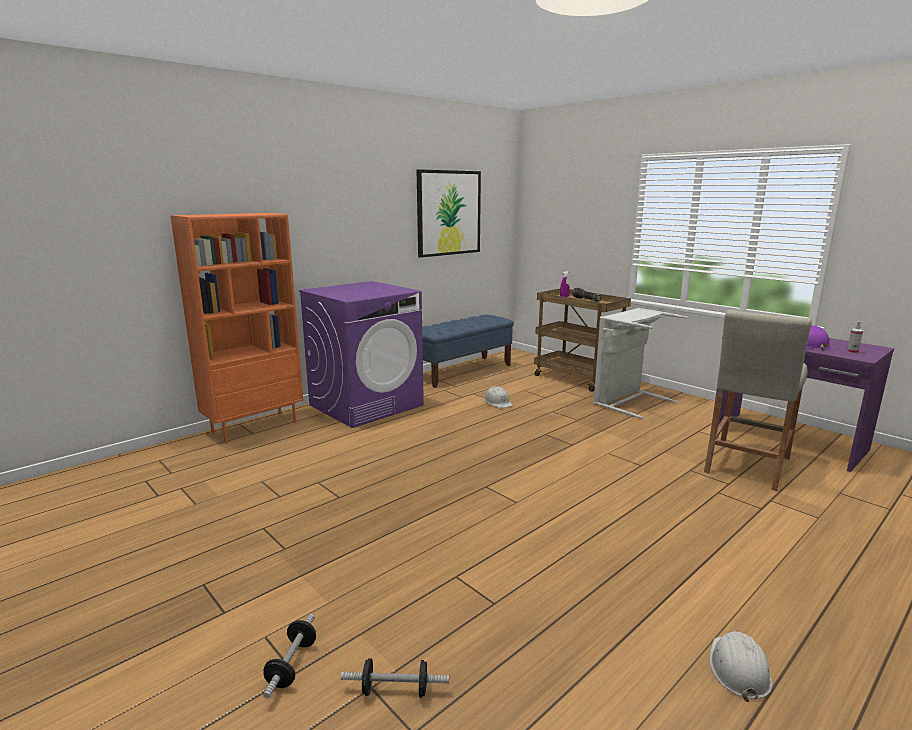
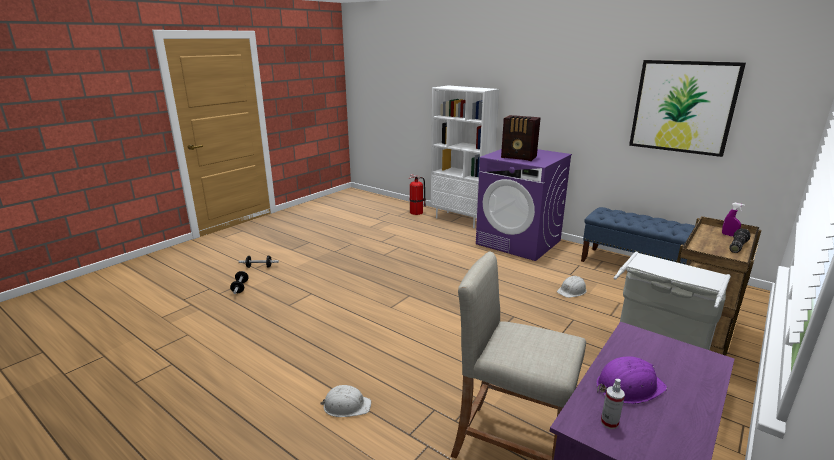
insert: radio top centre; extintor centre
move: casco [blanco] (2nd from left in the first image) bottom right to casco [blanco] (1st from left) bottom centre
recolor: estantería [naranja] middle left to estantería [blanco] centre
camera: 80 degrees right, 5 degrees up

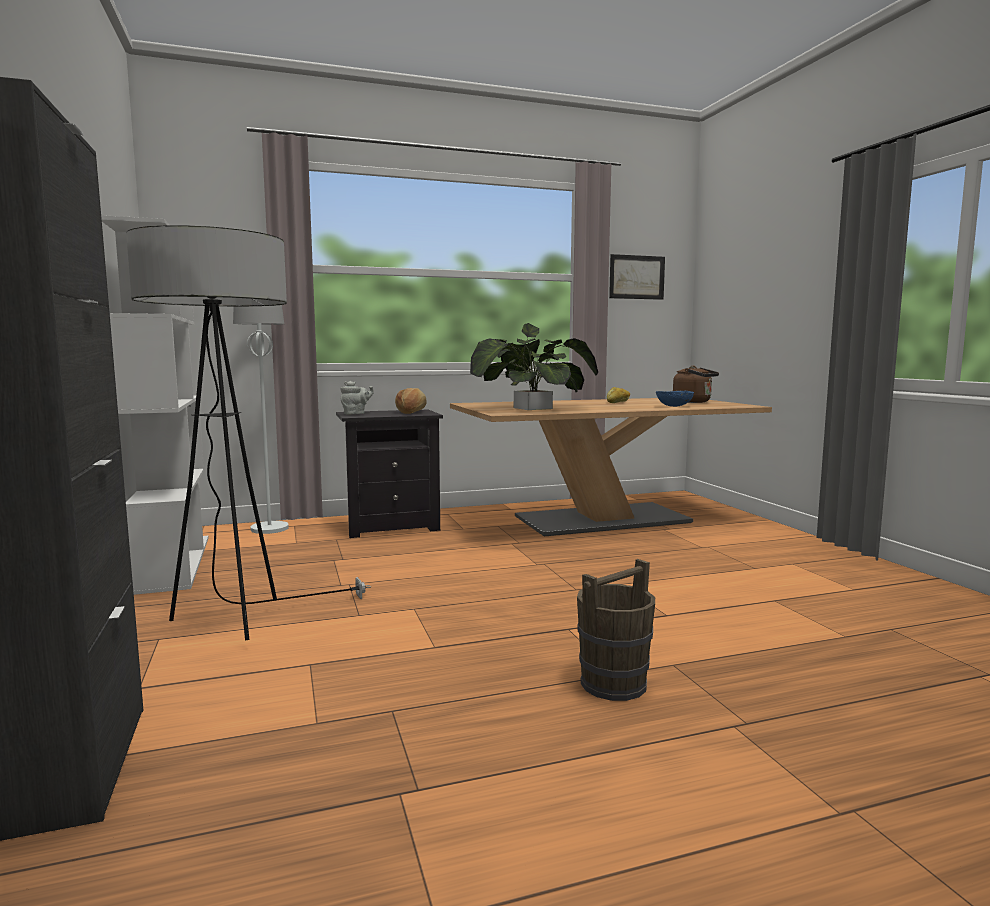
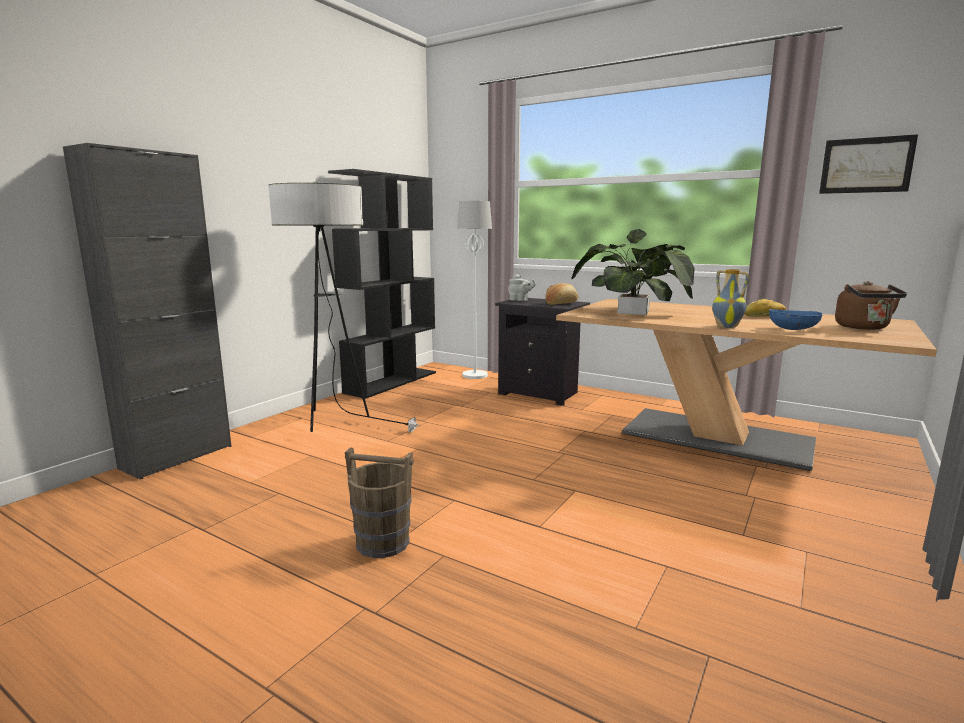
insert: florero middle right
recolor: estantería [blanco] middle left to estantería [negro] centre
camera: 50 degrees right, 5 degrees up

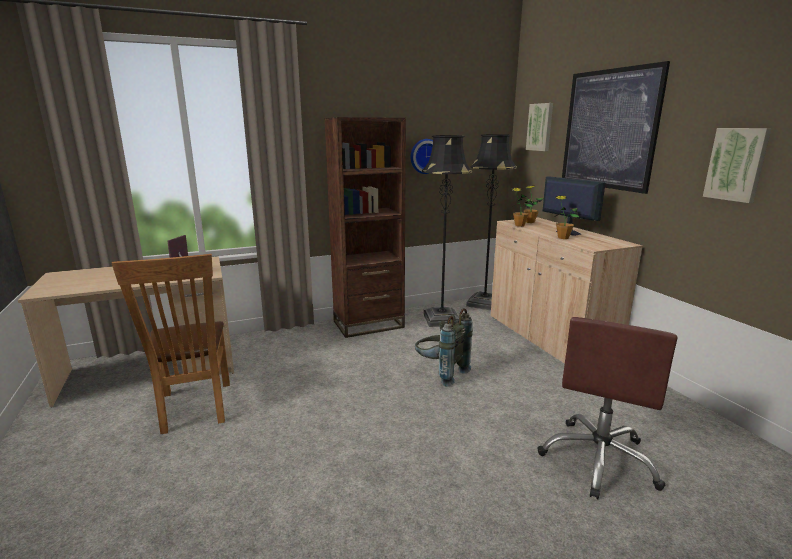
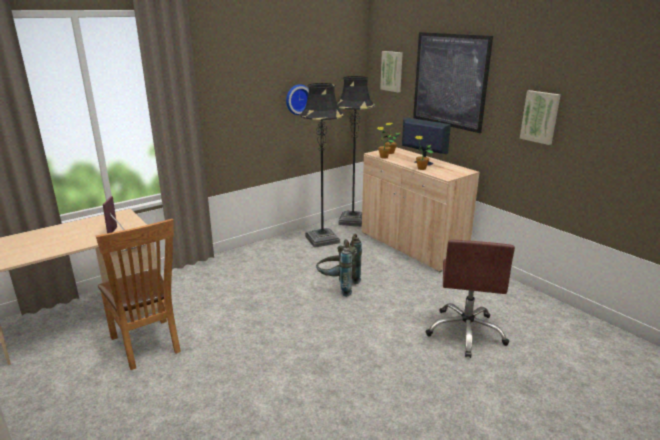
delete: estantería [marrón] centre
camera: 15 degrees left, 5 degrees up

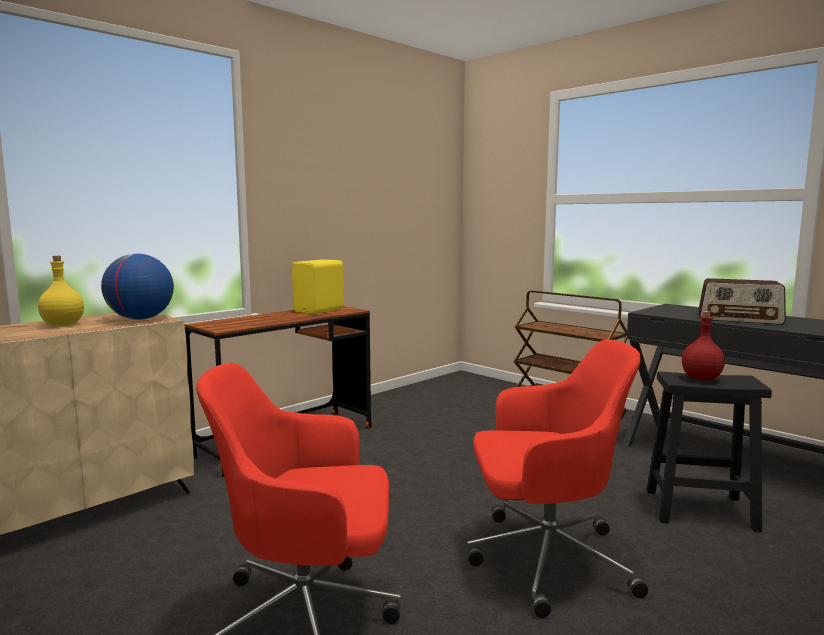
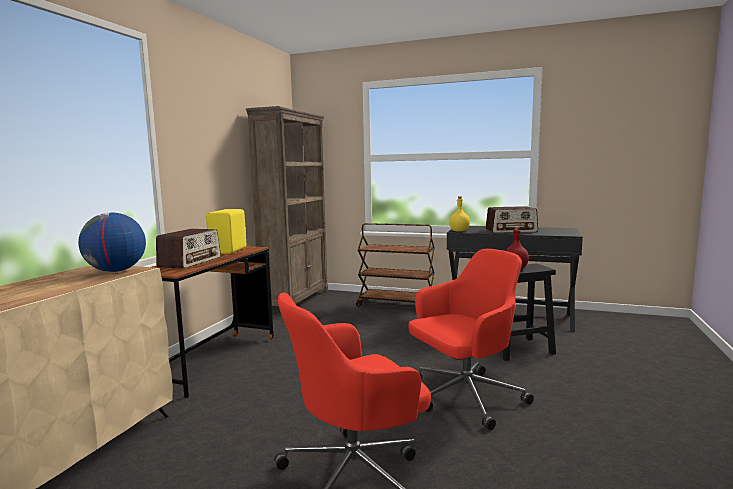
insert: estantería [marrón] centre; radio (1st from left) middle left
move: botella [amarillo] middle left to centre
camera: 25 degrees left, 0 degrees up

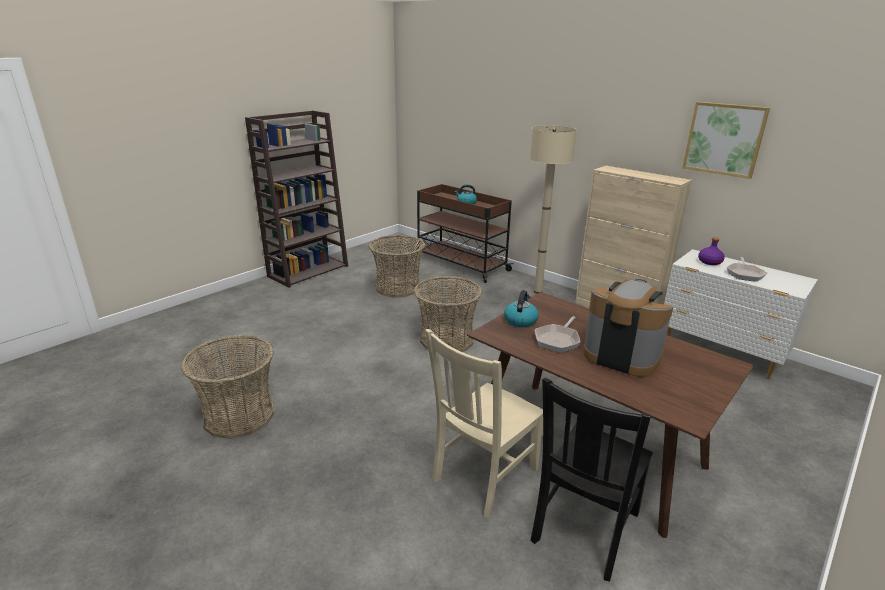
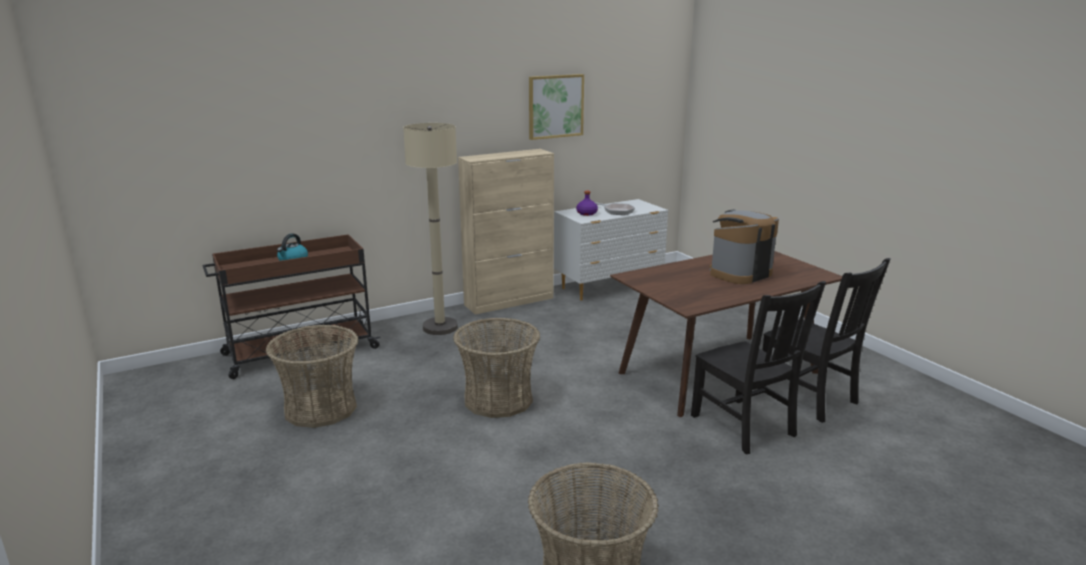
delete: estantería [marrón] centre; hervidor (2nd from left) centre; sartén (1st from left) centre
recolor: silla [beis] bottom centre to silla [negro] (1st from left) middle right
camera: 70 degrees left, 5 degrees down

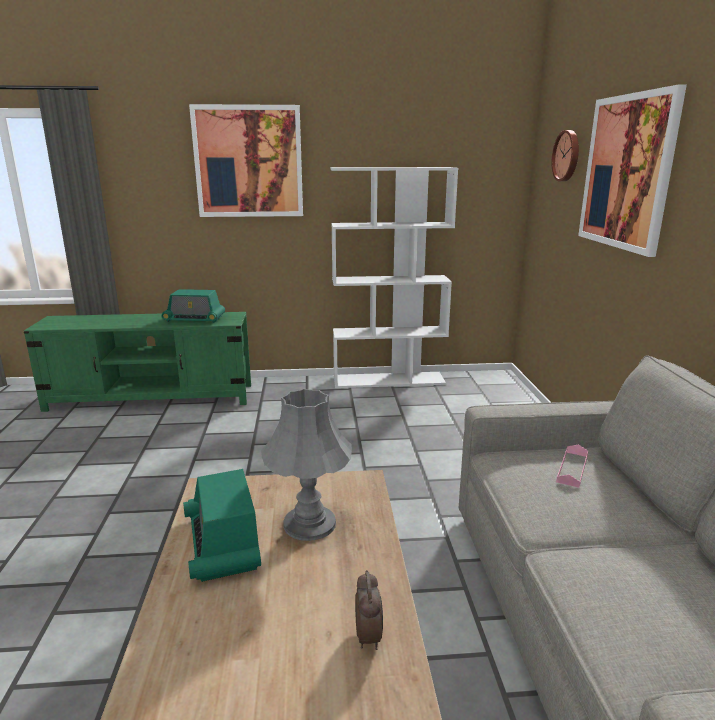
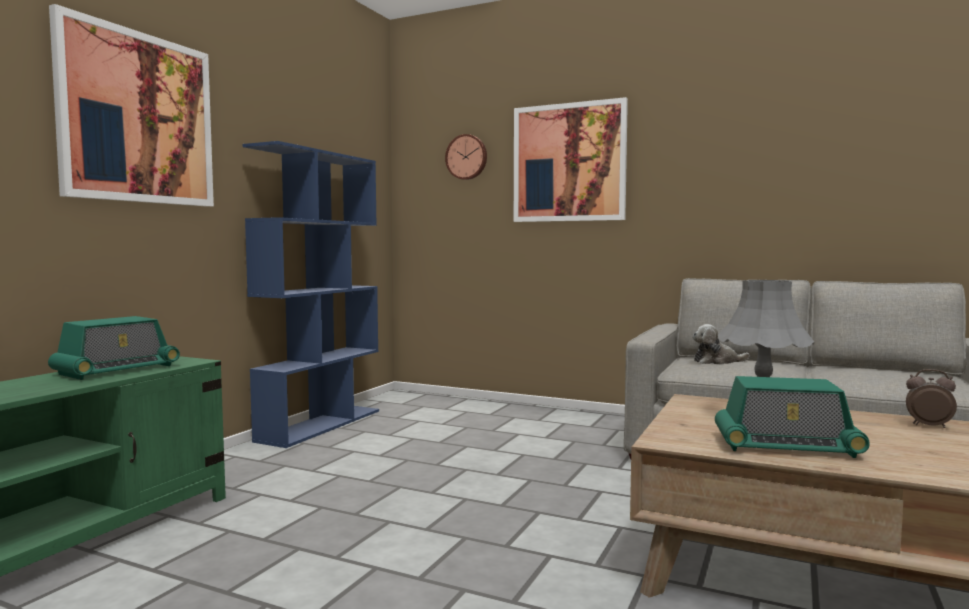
replace: bandeja [rosa] middle right to peluche middle right
recolor: estantería [blanco] centre to estantería [azul] middle left
camera: 60 degrees left, 15 degrees down

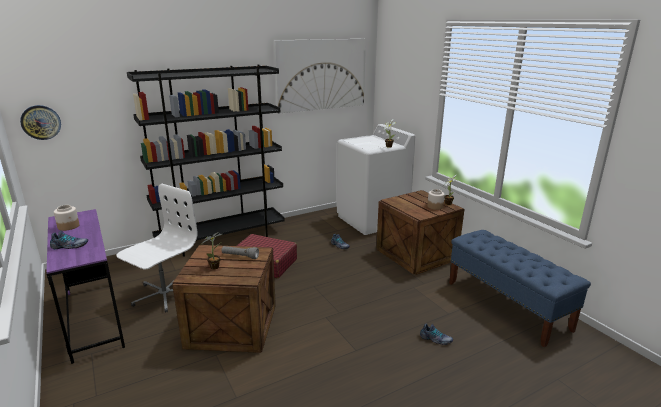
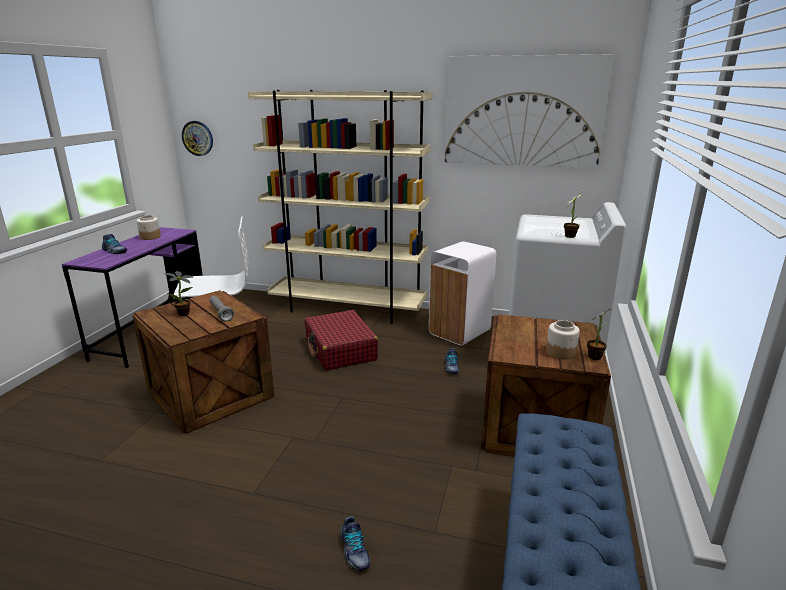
insert: papelera [blanco] centre
recolor: estantería [negro] middle left to estantería [beis] centre
camera: 45 degrees right, 0 degrees up

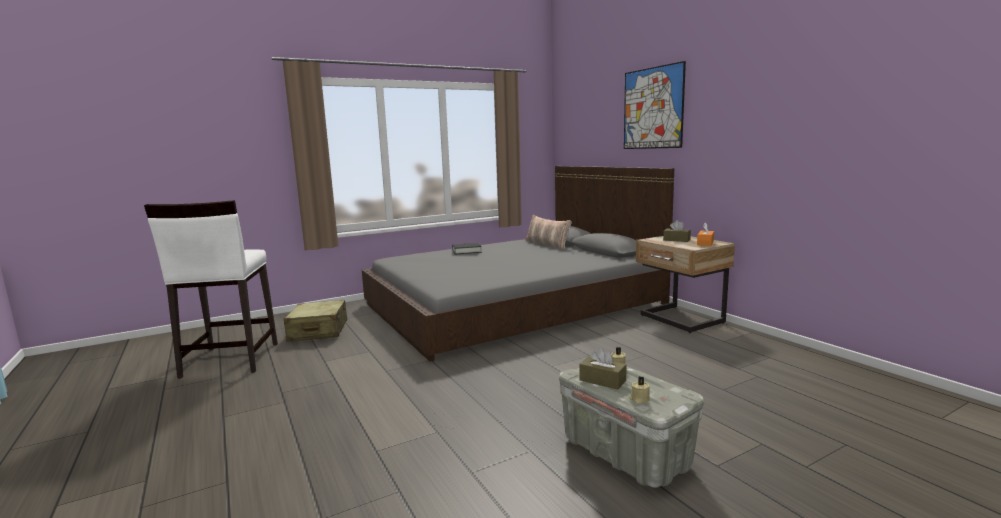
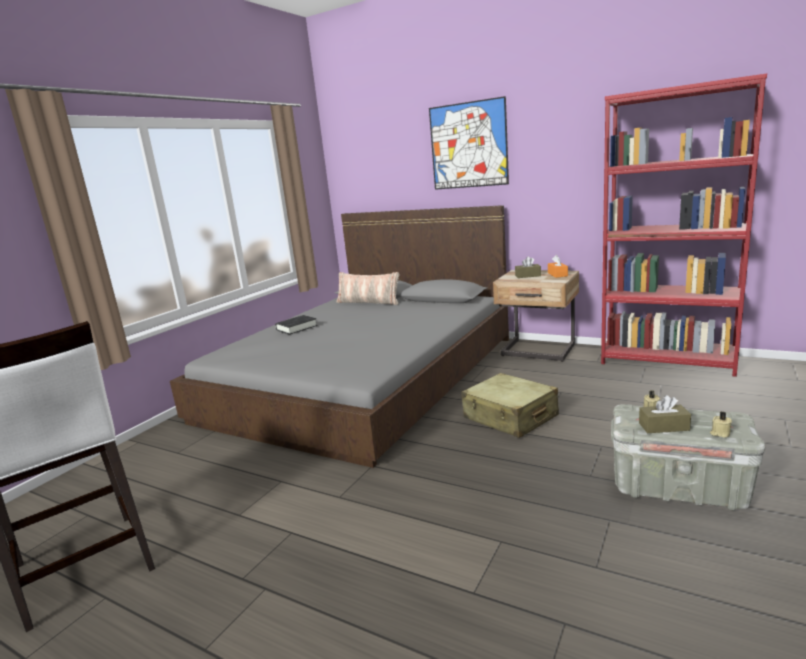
insert: estantería [rojo] middle right
move: maleta [beis] middle left to centre
camera: 30 degrees left, 5 degrees up

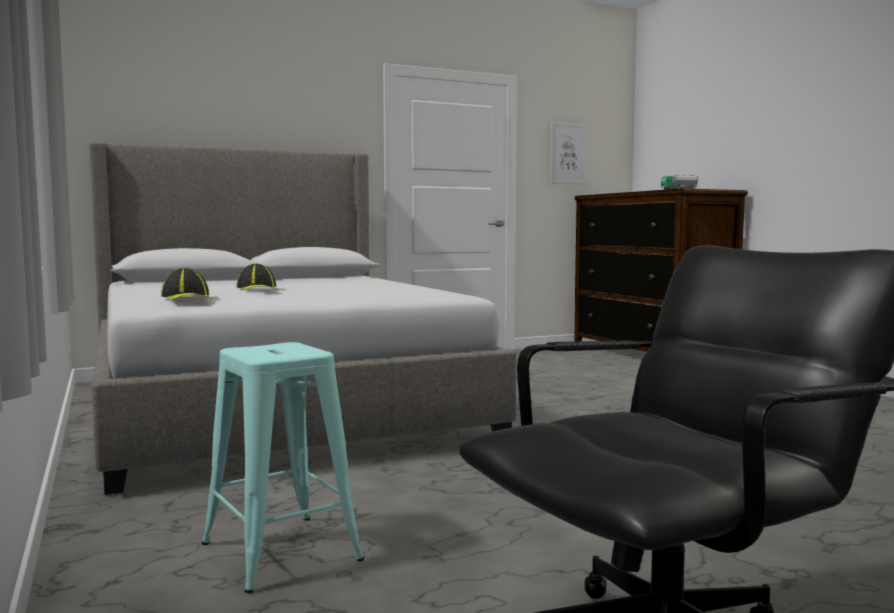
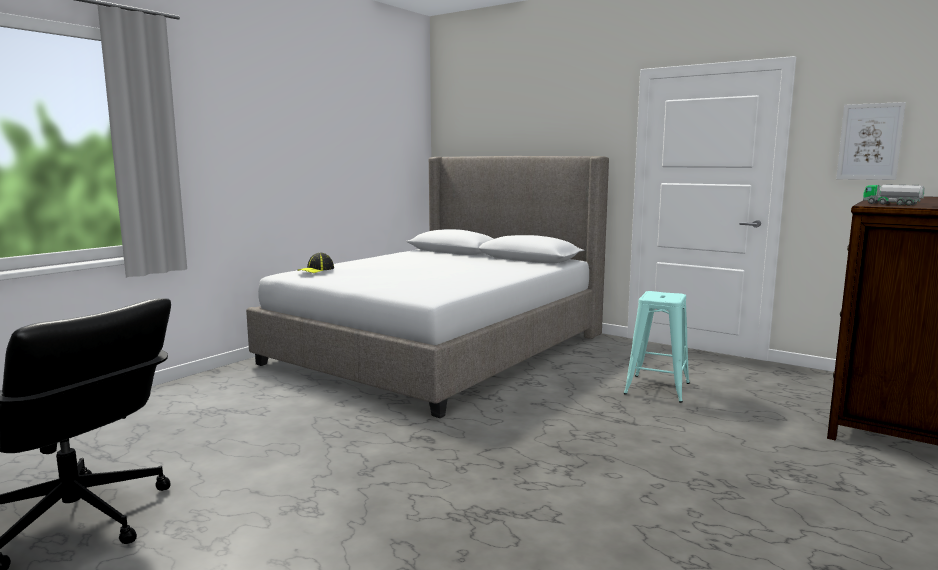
delete: gorra (2nd from left) middle left
move: taburete [turquesa] bottom left to middle right
camera: 60 degrees right, 5 degrees up

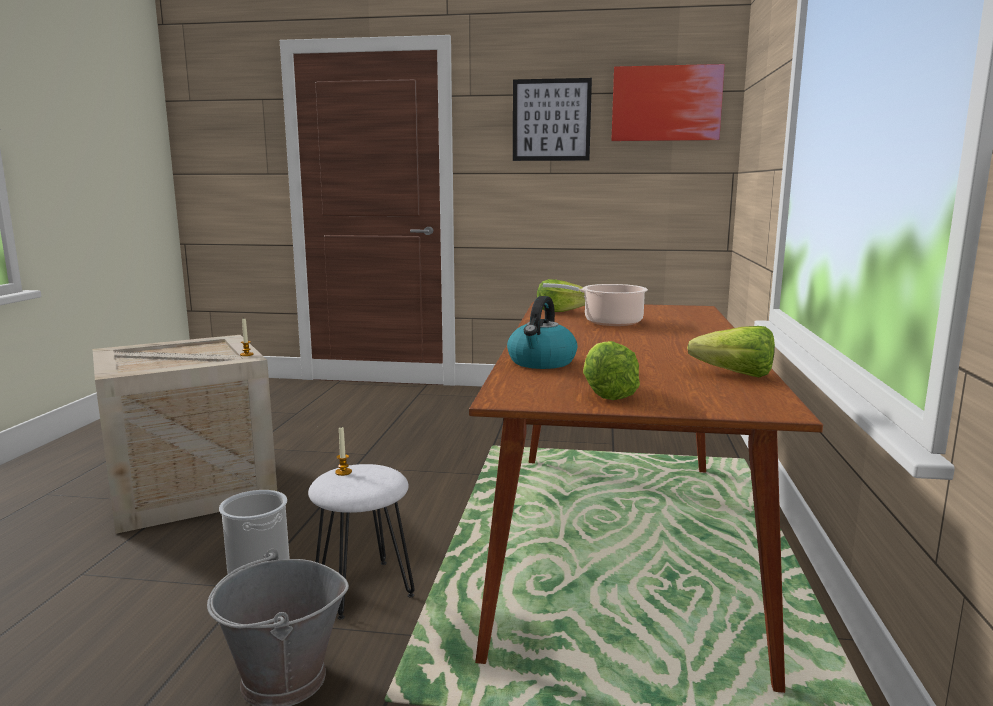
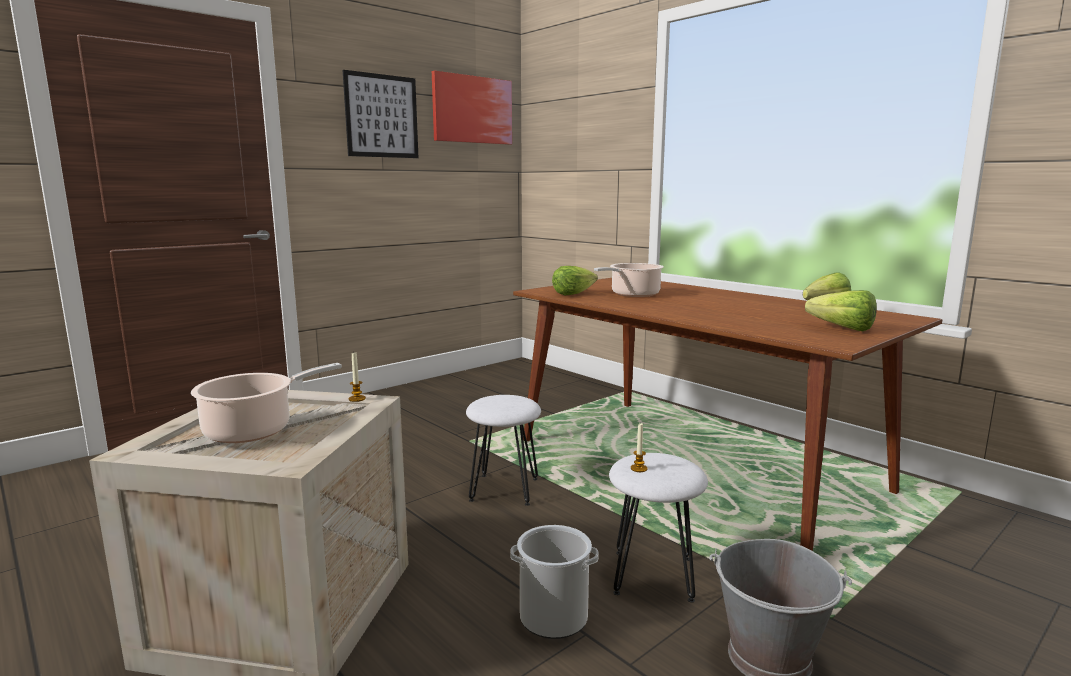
delete: hervidor centre
insert: olla (1st from left) middle left; taburete [blanco] (1st from left) centre
camera: 50 degrees left, 0 degrees up

